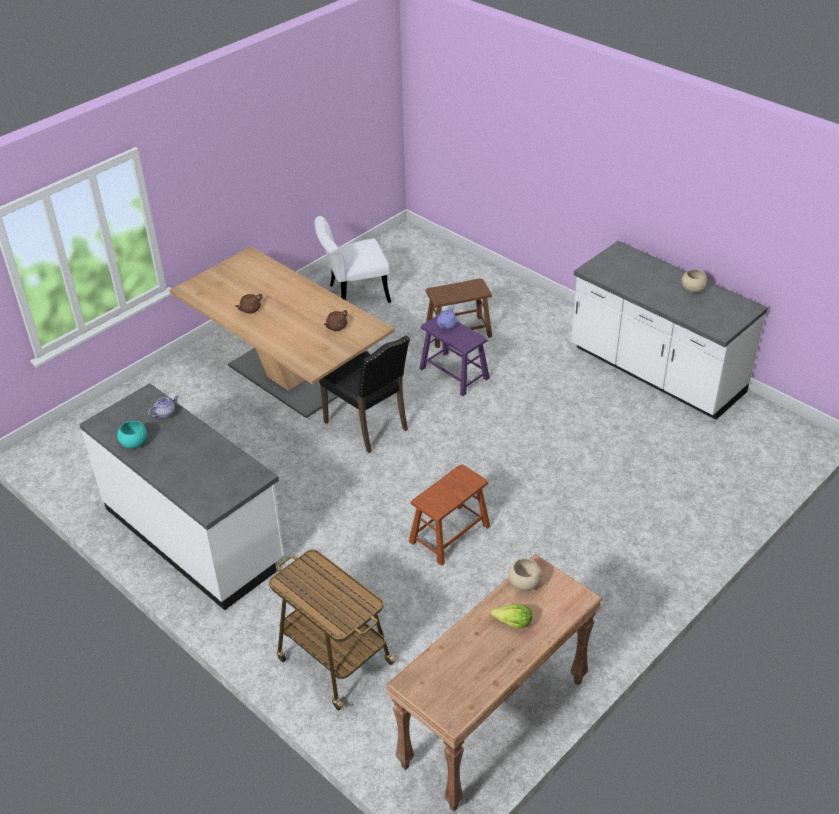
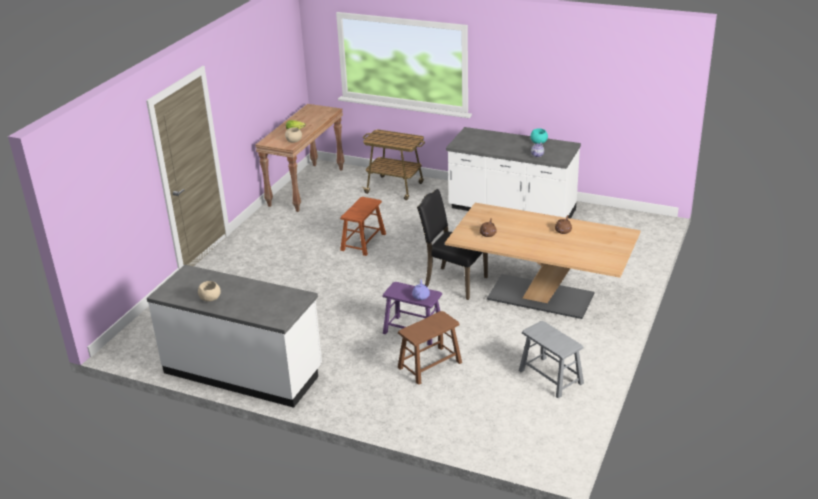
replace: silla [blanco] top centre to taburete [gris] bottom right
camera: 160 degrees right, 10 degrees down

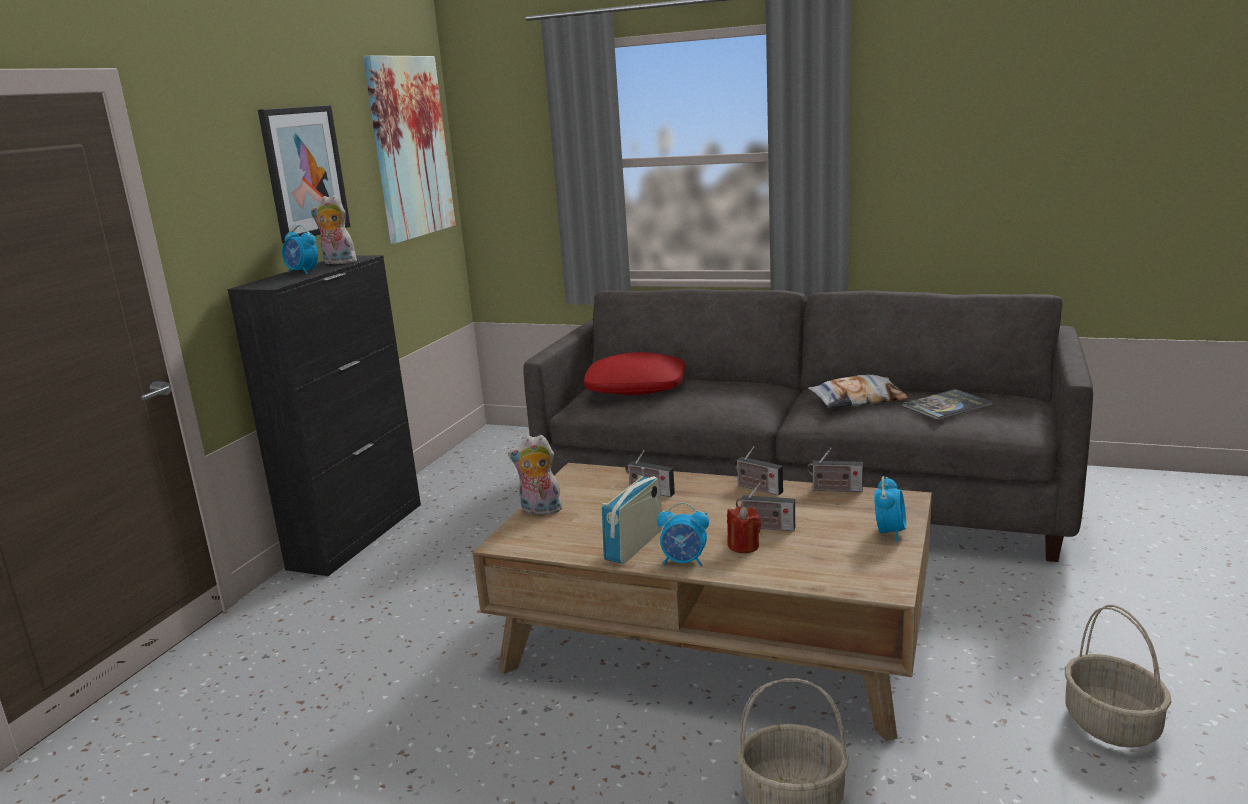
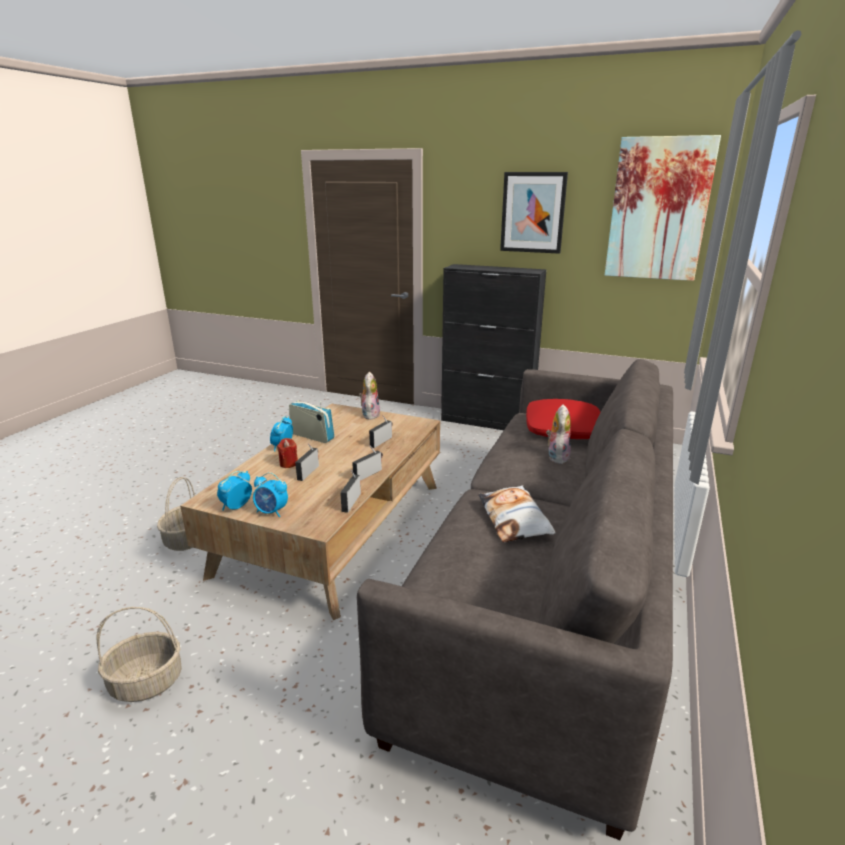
delete: libro middle right
move: peluche (1st from left in the first image) top left to peluche (2nd from left) centre; despertador (1st from left) top left to middle left
camera: 90 degrees right, 5 degrees up

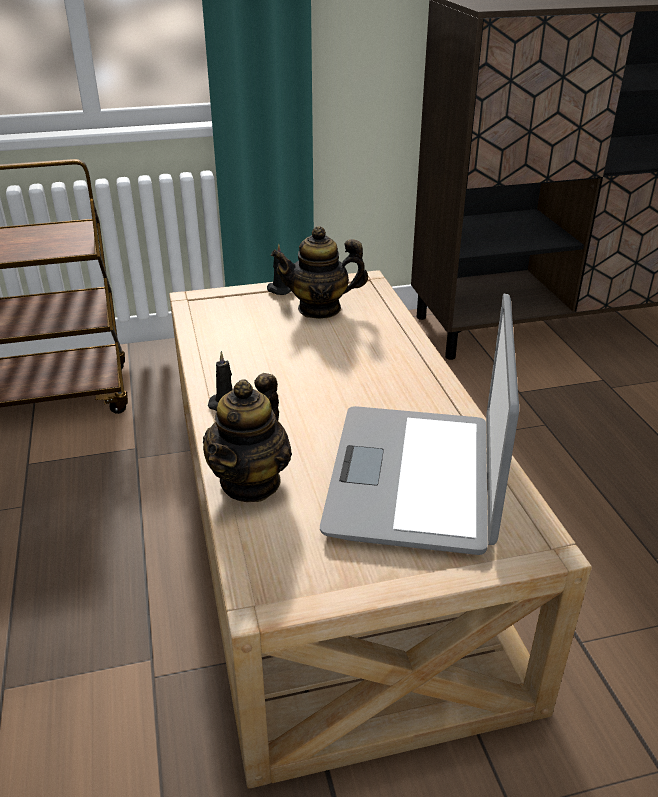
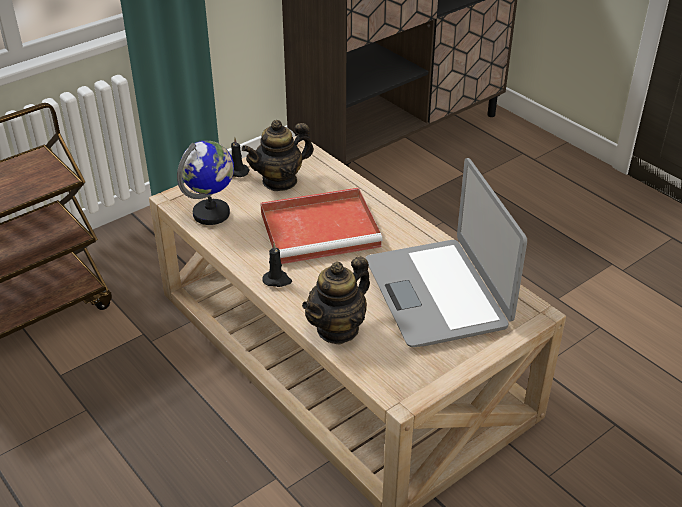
insert: globo terráqueo middle left; bandeja [rojo] centre
rotate: tetera (1st from left in the first image) centre = centre 45 degrees clockwise
camera: 25 degrees left, 5 degrees up

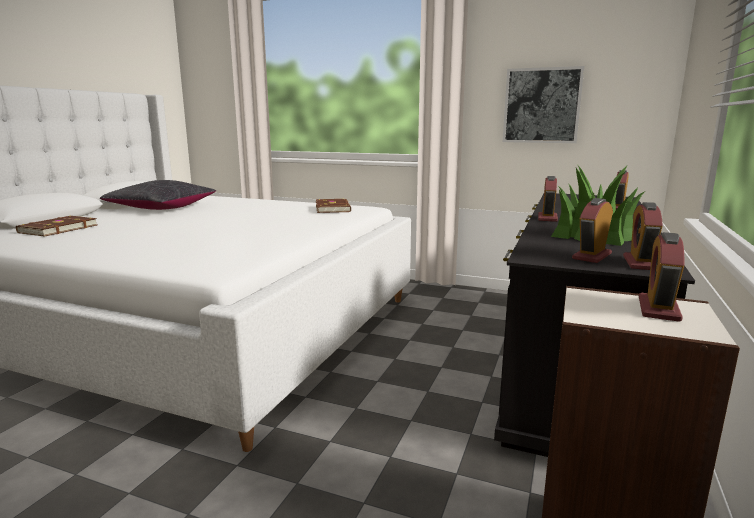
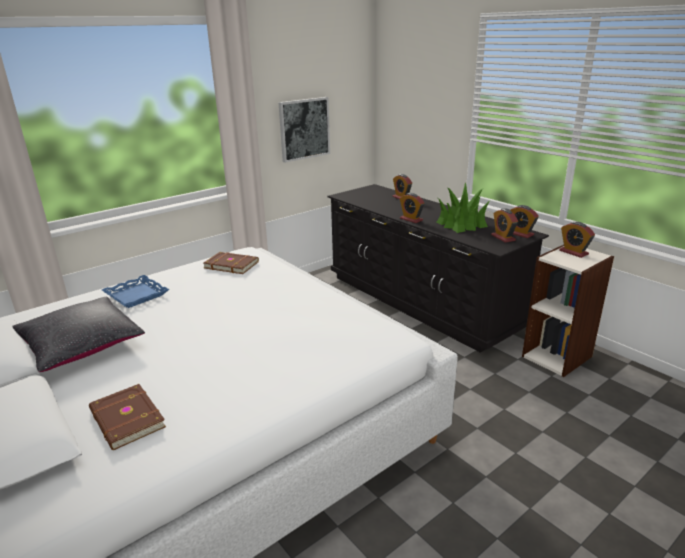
insert: bandeja [azul] middle left
camera: 60 degrees left, 10 degrees up

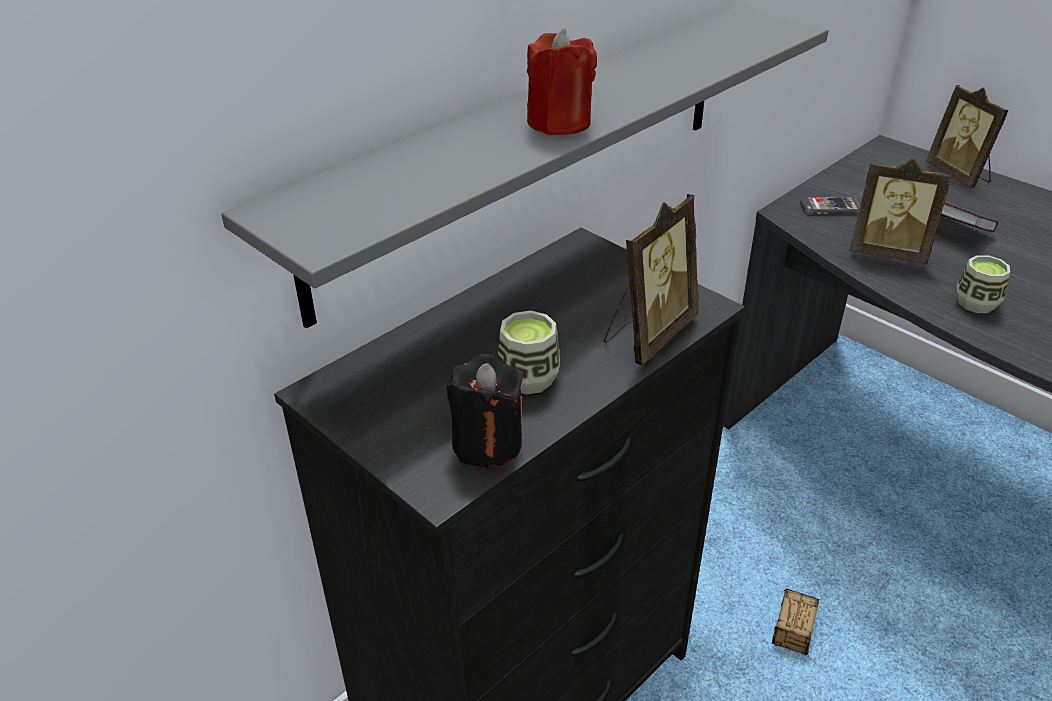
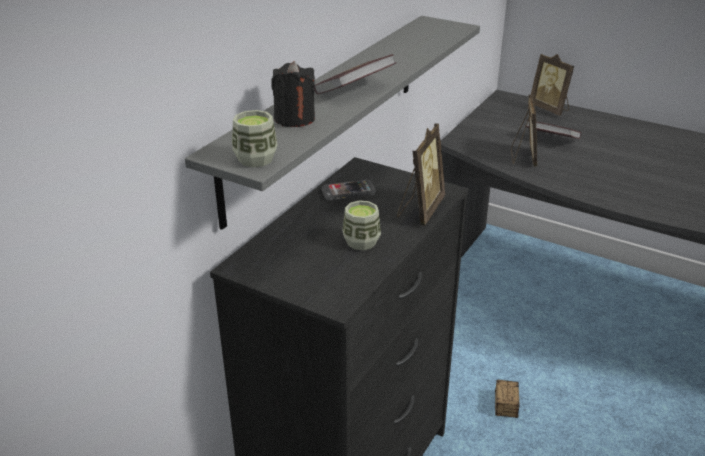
move: móvil top right to centre; taza (2nd from left in the first image) middle right to taza (1st from left) top centre; vela [negro] centre to top centre
replace: vela [rojo] top centre to libro (1st from left) top centre
rotate: portarretratos (2nd from left) top right = top right 90 degrees counterclockwise
camera: 15 degrees left, 5 degrees down

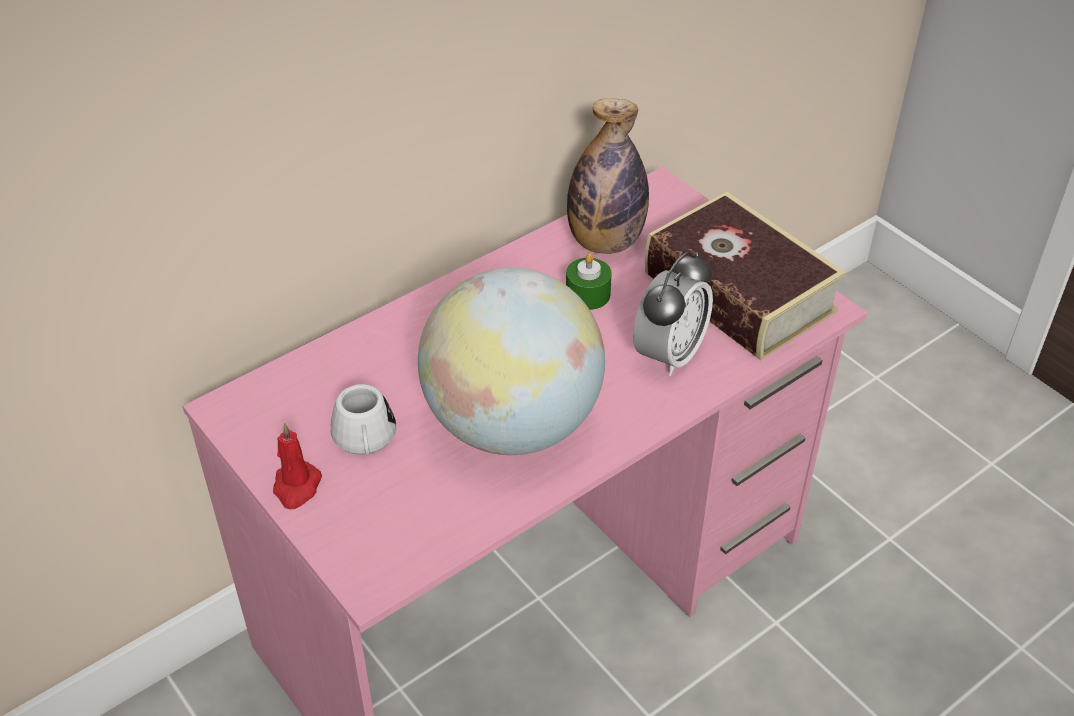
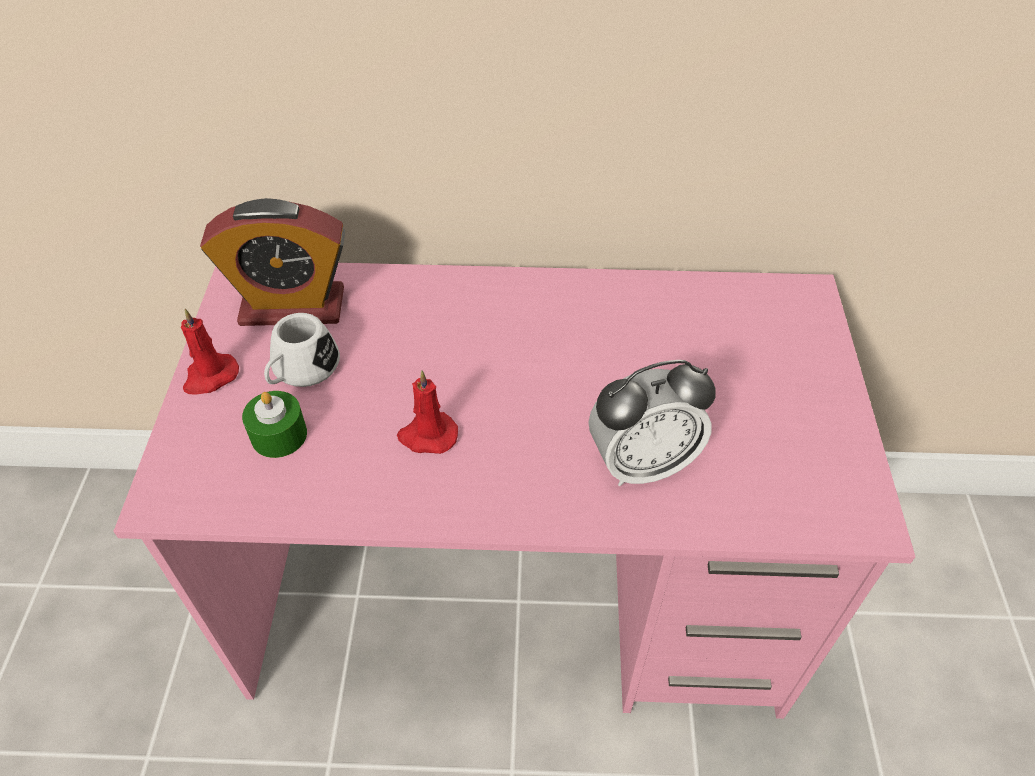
delete: botella top centre; libro middle right
insert: despertador (1st from left) middle left
move: vela [verde] centre to middle left
replace: globo terráqueo centre to vela [rojo] (2nd from left) centre
camera: 40 degrees right, 5 degrees up

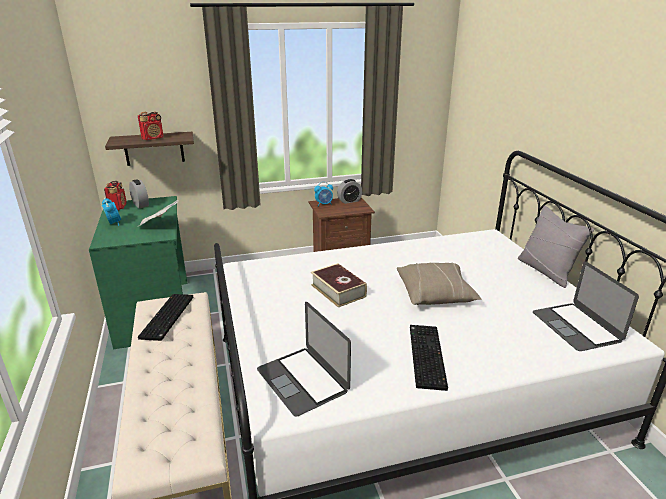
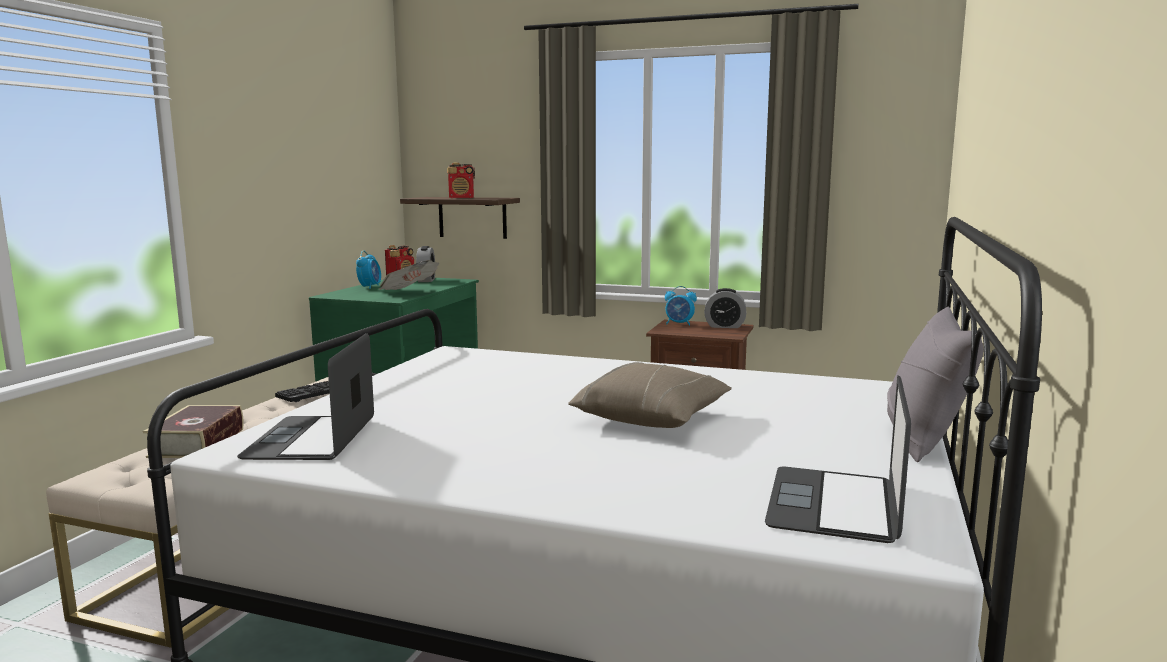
delete: teclado (2nd from left) bottom centre
move: libro centre to middle left
camera: 35 degrees right, 15 degrees down

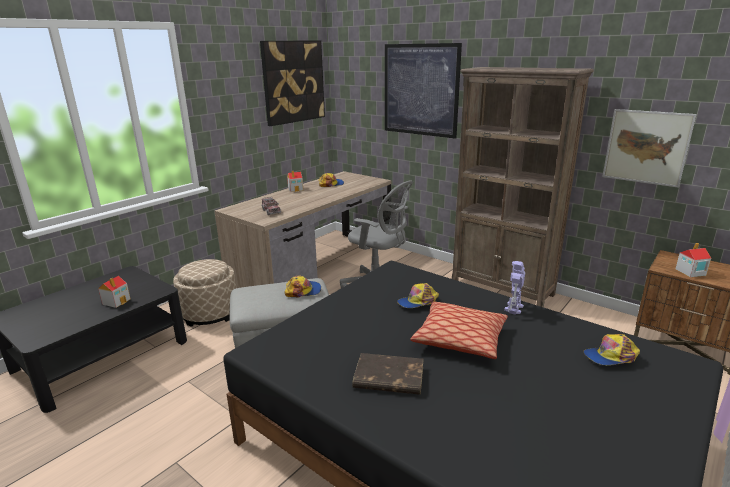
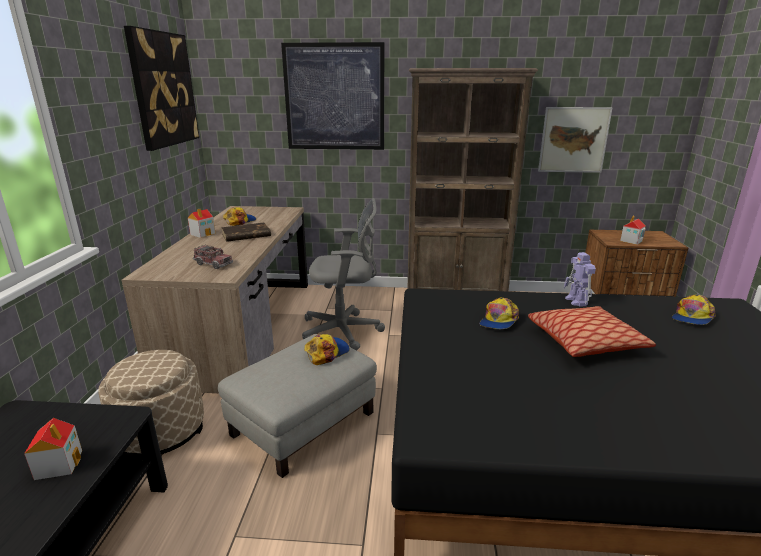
move: libro [marrón] bottom centre to middle left
camera: 35 degrees left, 0 degrees up

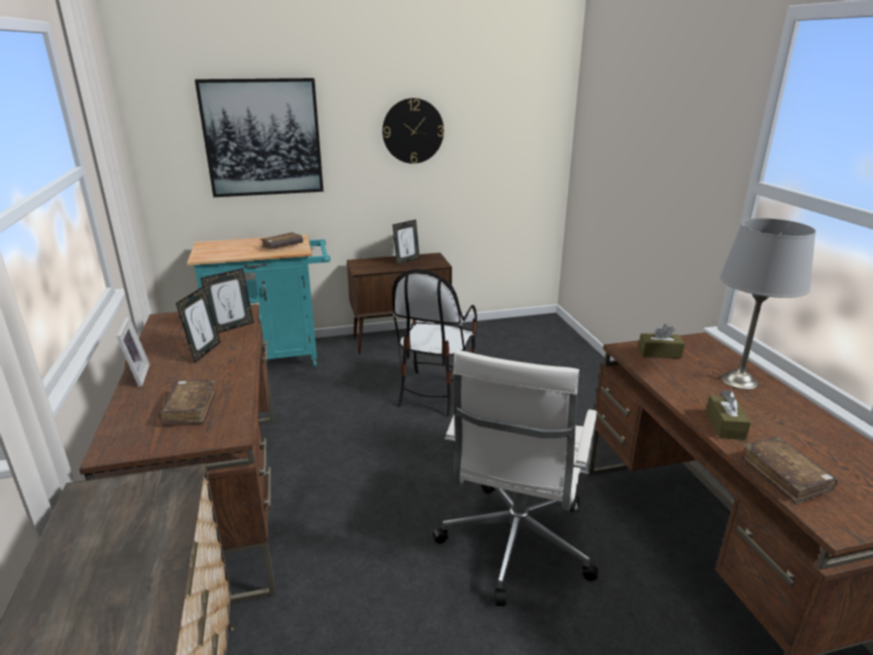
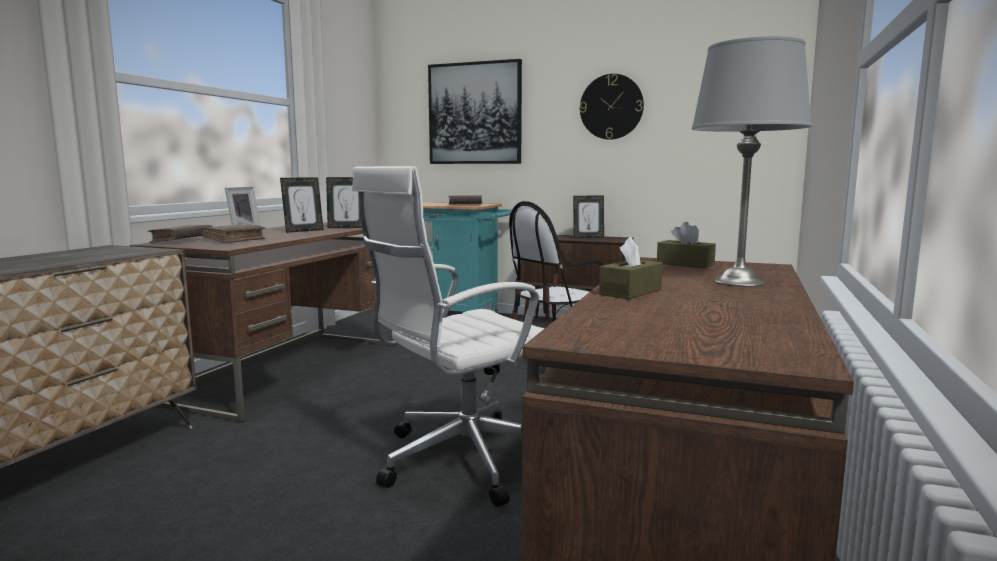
move: libro [marrón] (3rd from left in the first image) bottom right to libro [marrón] (1st from left) middle left
camera: 35 degrees right, 15 degrees down

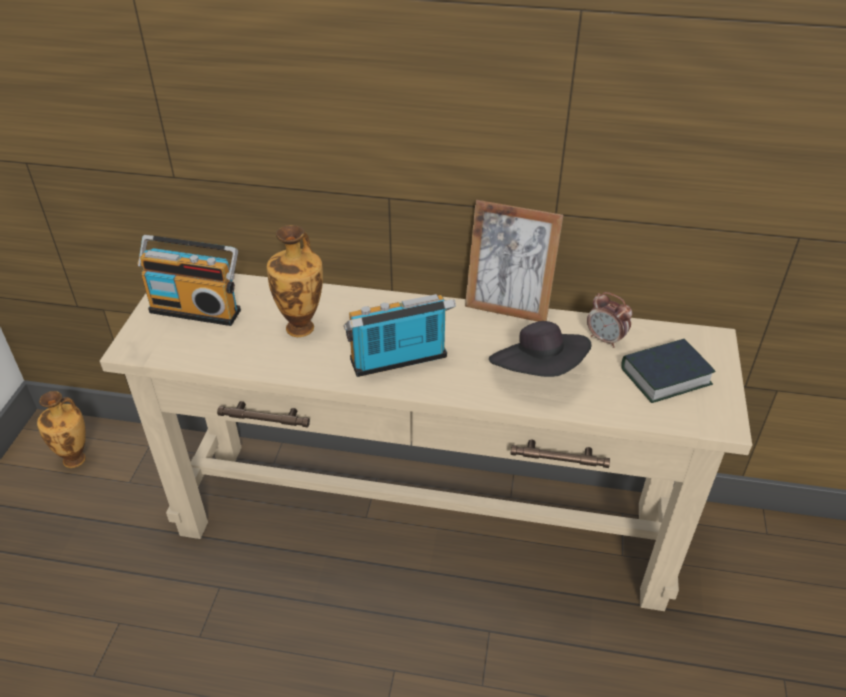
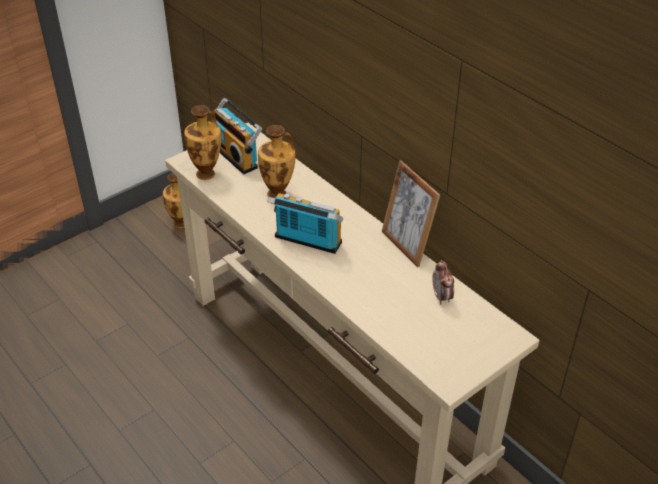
delete: sombrero [negro] centre; libro middle right
insert: florero (2nd from left) top left
camera: 40 degrees right, 0 degrees up

